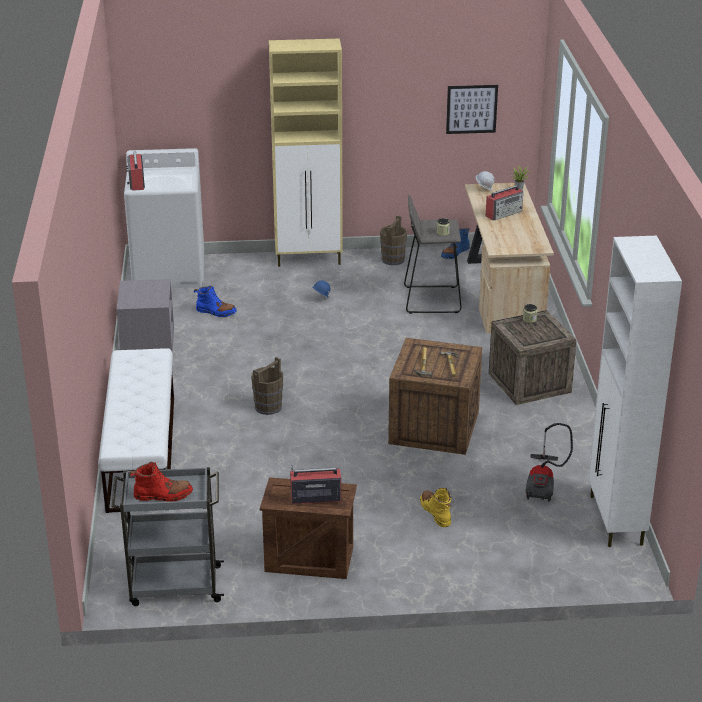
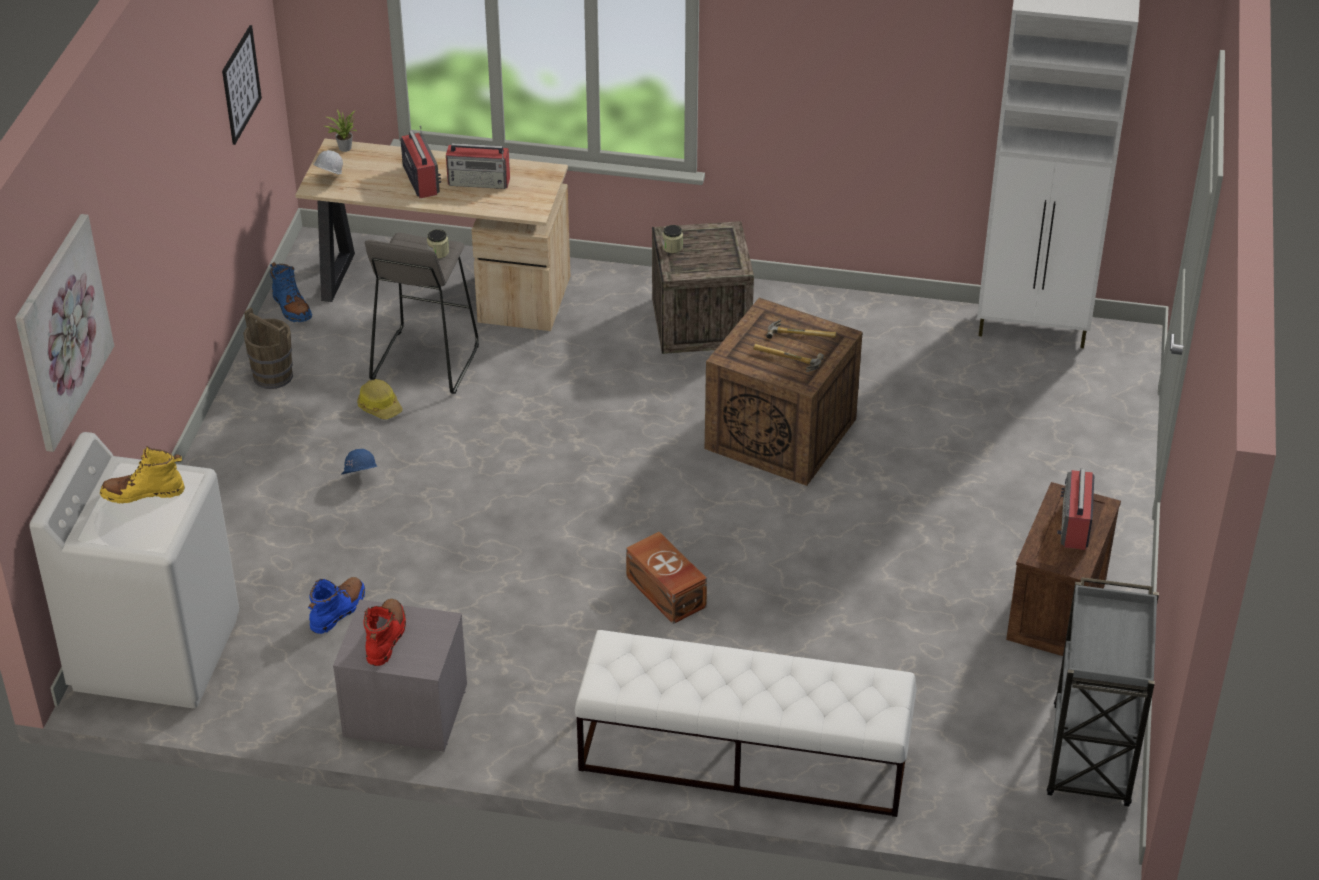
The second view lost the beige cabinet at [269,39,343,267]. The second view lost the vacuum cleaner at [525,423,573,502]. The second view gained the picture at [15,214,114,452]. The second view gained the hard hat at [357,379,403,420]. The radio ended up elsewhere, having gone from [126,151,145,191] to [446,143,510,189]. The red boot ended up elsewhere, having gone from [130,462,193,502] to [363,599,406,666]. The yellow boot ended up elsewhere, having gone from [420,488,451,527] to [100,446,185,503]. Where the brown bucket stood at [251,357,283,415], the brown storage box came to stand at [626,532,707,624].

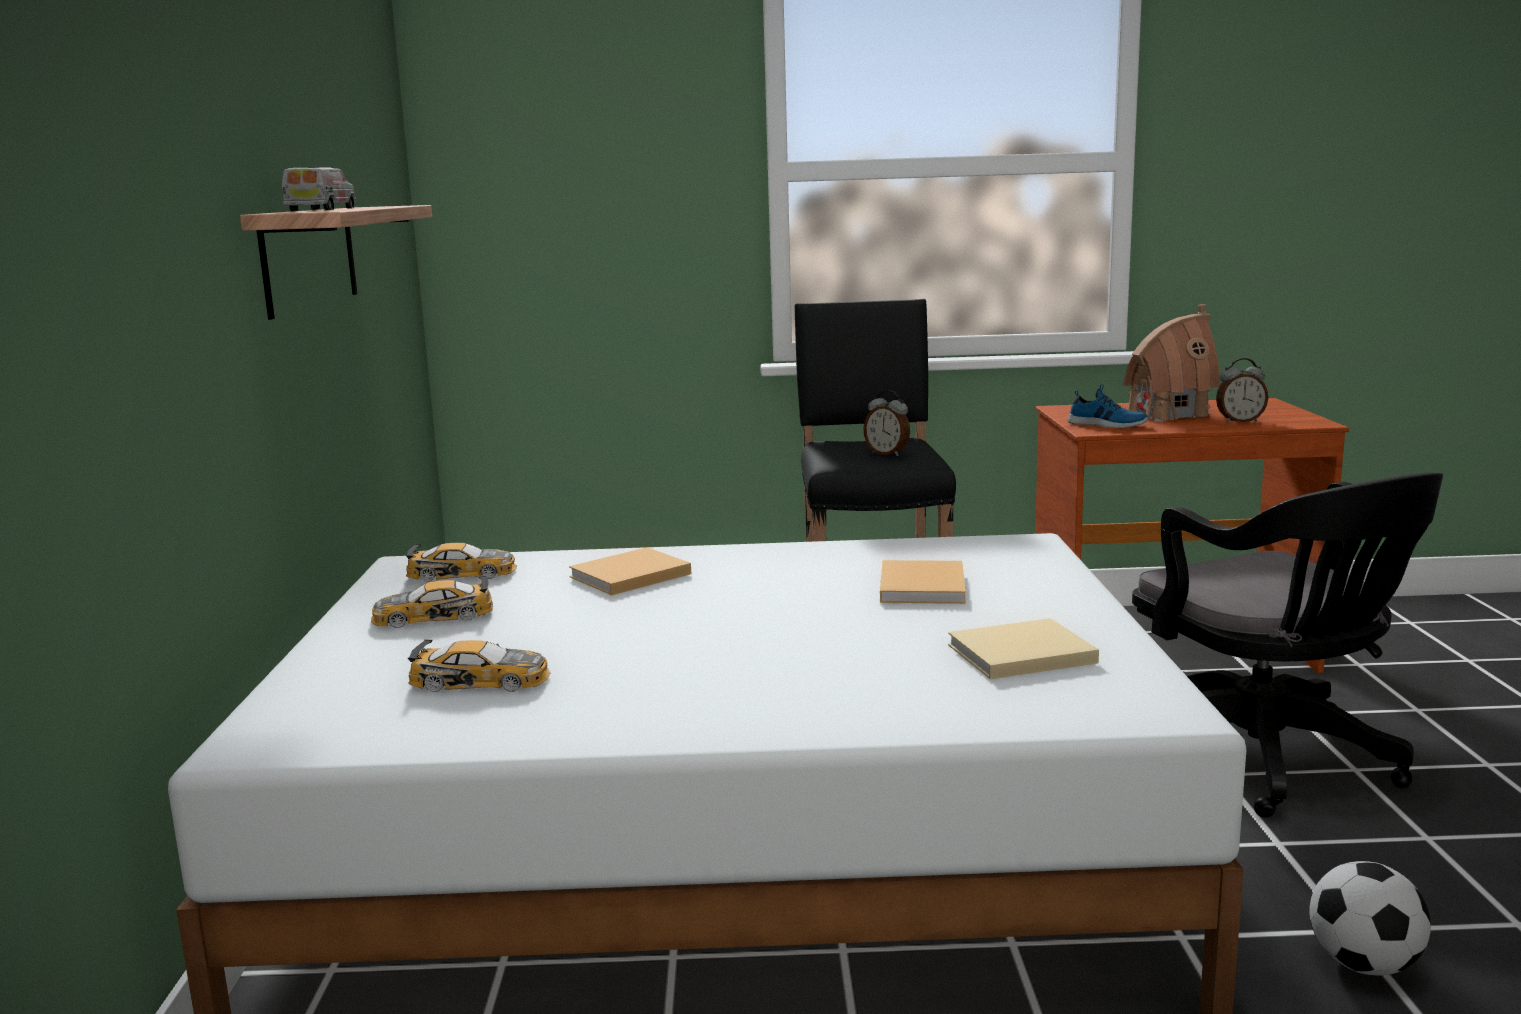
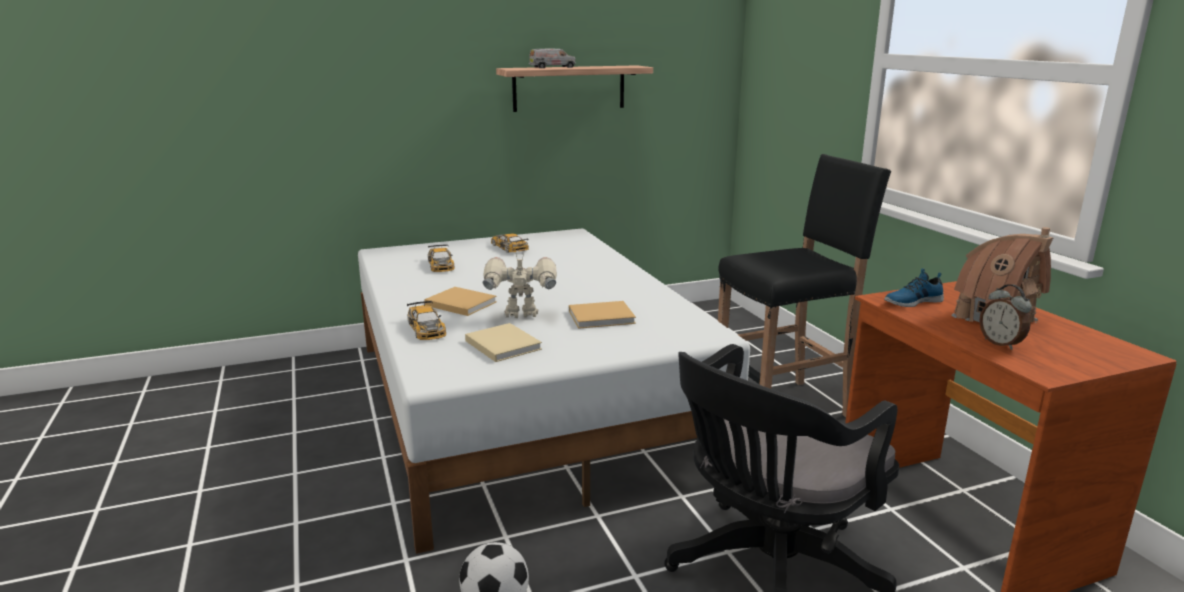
The second view lost the alarm clock at [863,390,910,457]. The second view gained the toy robot at [483,253,557,318]. The toy car ended up elsewhere, having gone from [406,543,517,582] to [407,301,446,340]. The beige book ended up elsewhere, having gone from [569,547,691,595] to [424,287,497,316]. The shoe at [1068,384,1148,428] ended up facing another way, 60 degrees clockwise from before.

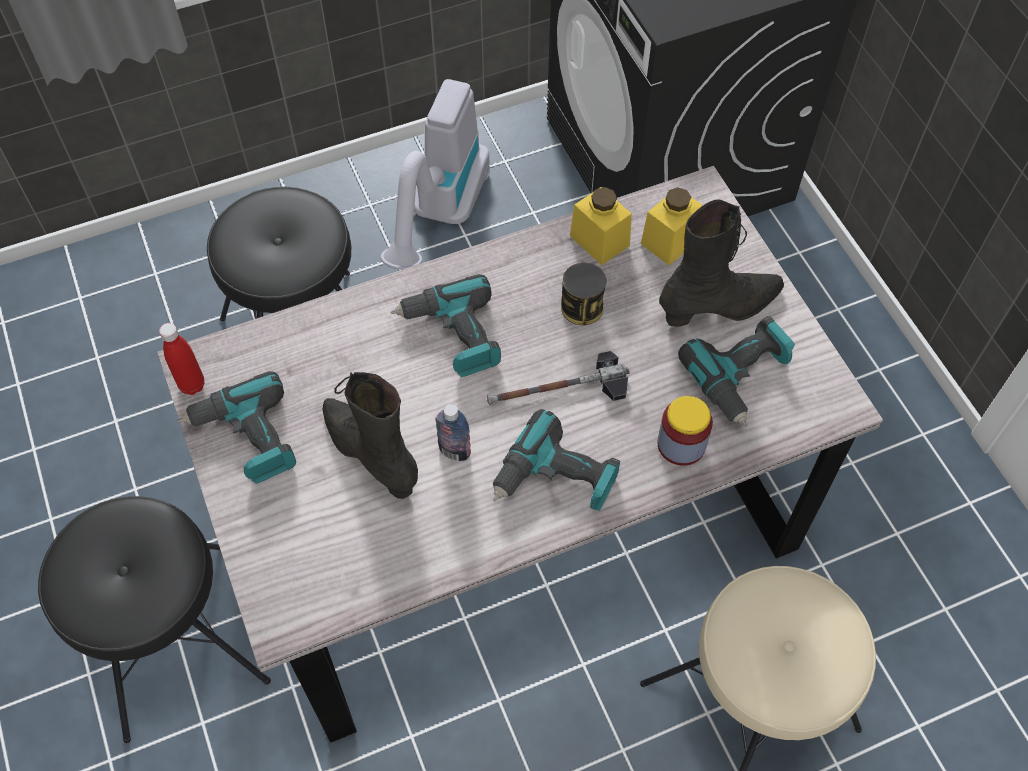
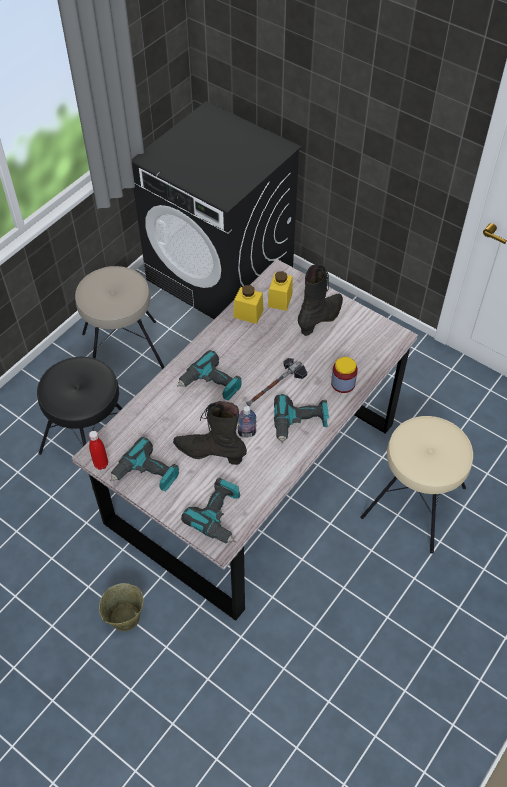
The second view lost the can at [561,263,606,325]. The power drill ended up elsewhere, having gone from [678,316,795,427] to [181,478,240,543]. Where the black stool stood at [38,496,271,743], the beige bucket came to stand at [99,583,144,631]. Where the vacuum cleaner stood at [380,79,490,270], the beige stool came to stand at [75,266,165,370].

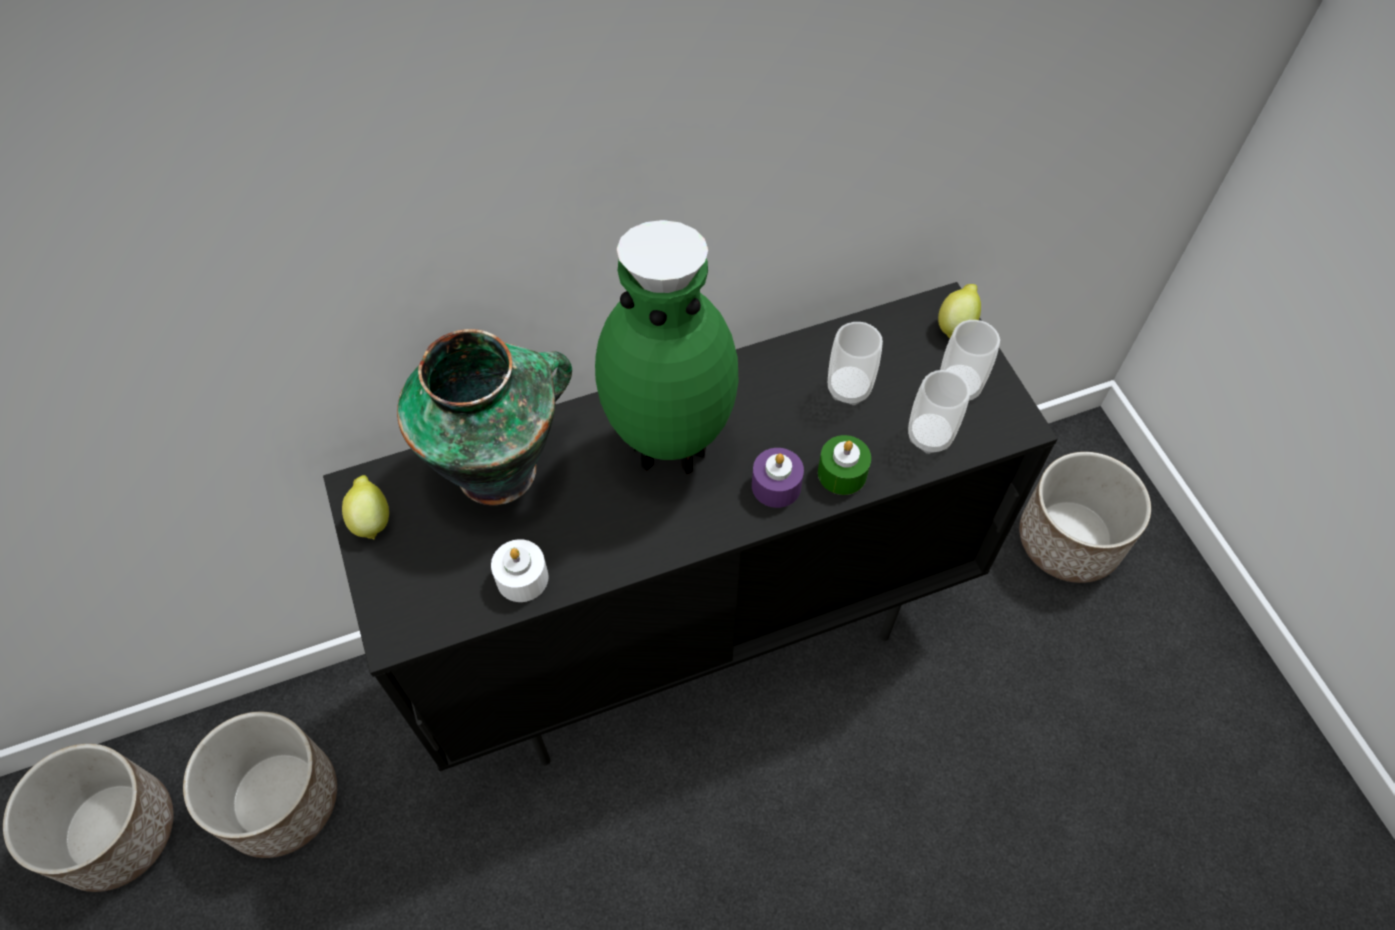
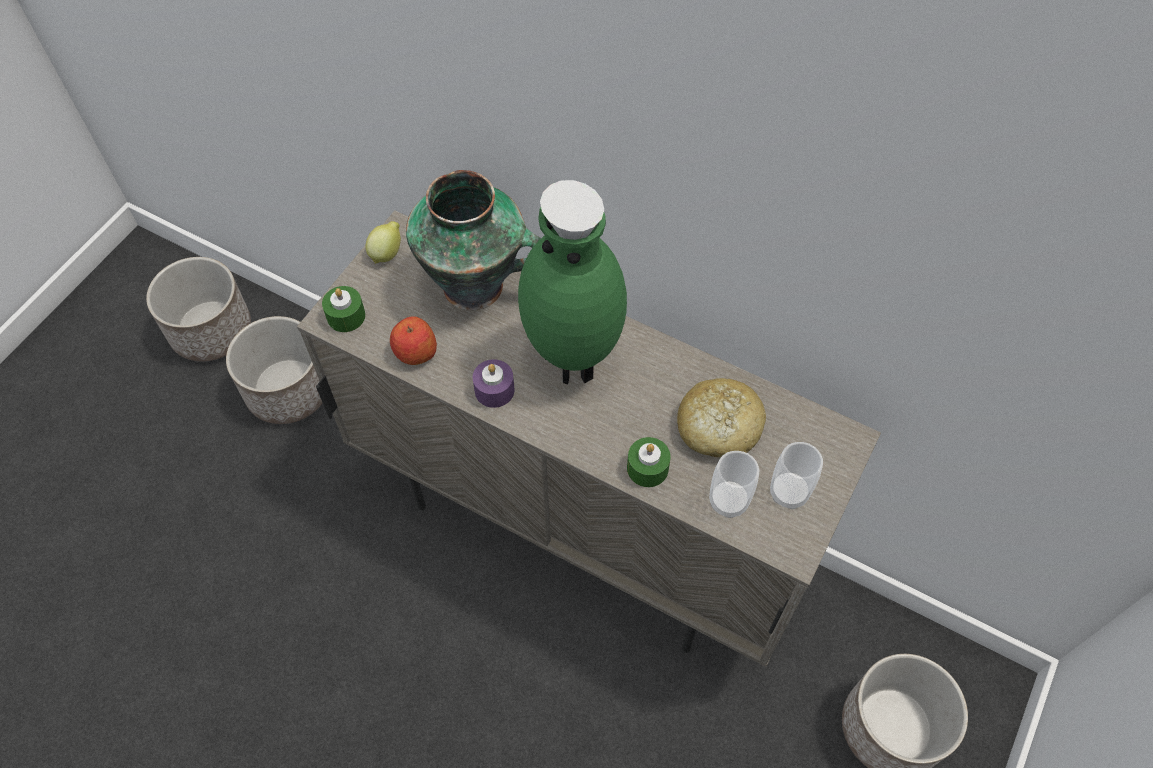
The second view lost the lemon at [938,284,981,338]. The second view gained the green candle at [322,286,366,332]. The purple candle ended up elsewhere, having gone from [752,448,804,508] to [473,359,515,408]. Where the white candle stood at [491,539,549,602], the apple came to stand at [390,316,437,365]. Where the cup stood at [828,322,883,405], the bread came to stand at [677,378,766,457]. What was the black cabinet at [323,282,1058,771] turned into the beige cabinet at [297,210,881,667].

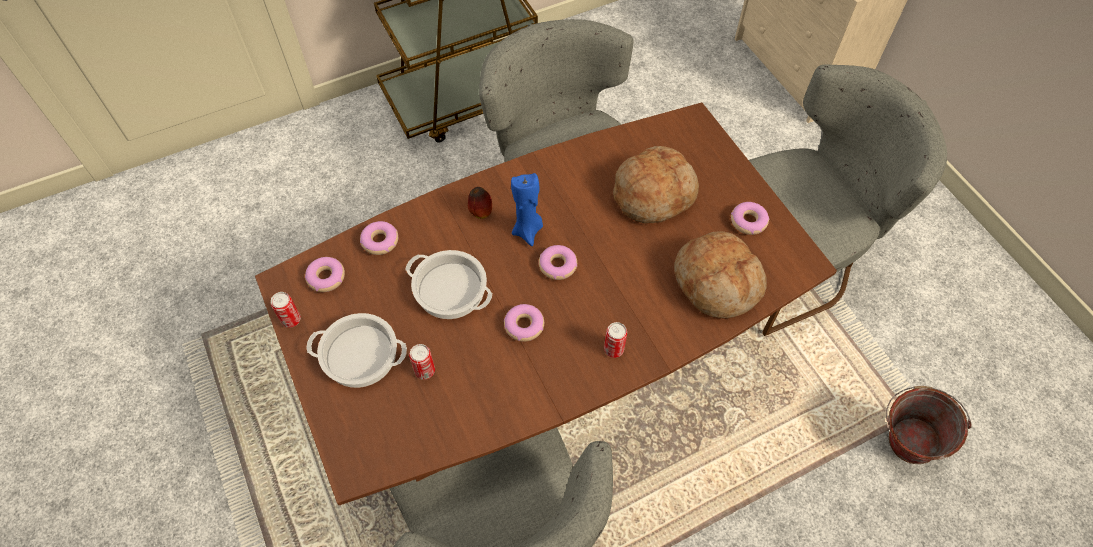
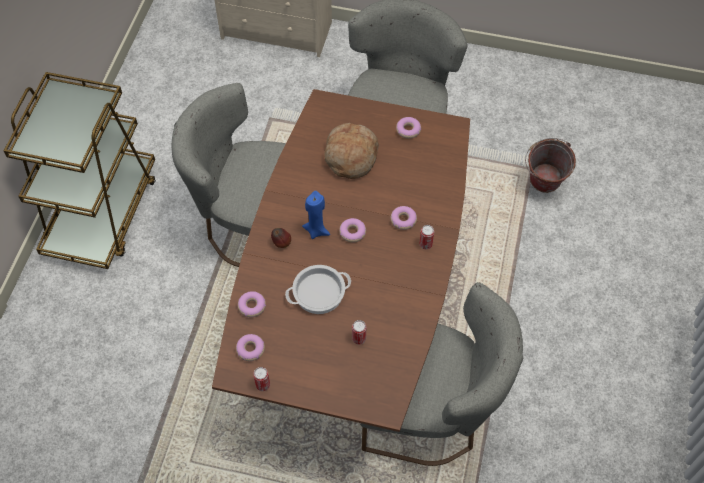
The second view lost the cooking pot at [306,313,407,388]. The second view lost the bread at [674,231,767,319]. The donut ended up elsewhere, having gone from [504,304,544,342] to [390,206,417,230].

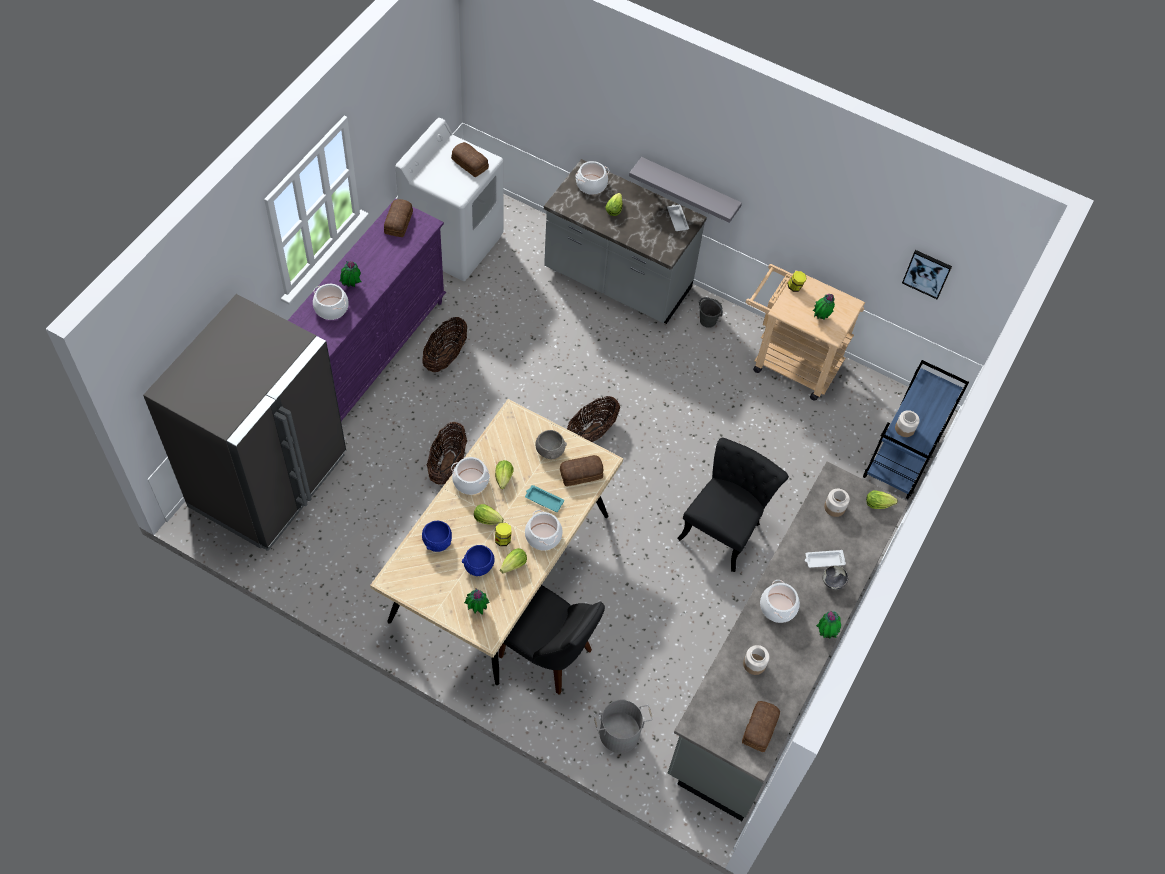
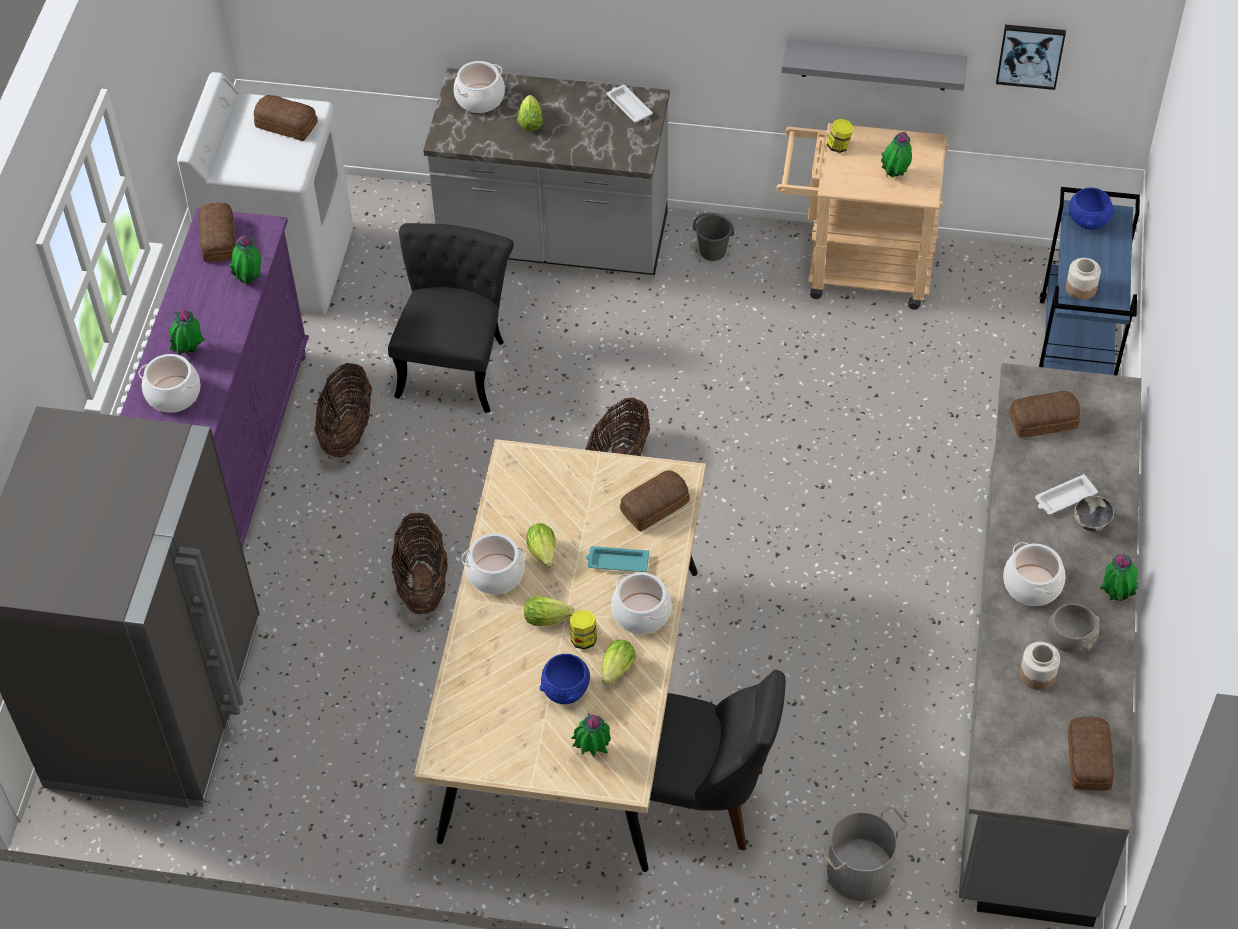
The second view lost the lettuce at [866,490,898,509]. The second view gained the potted plant at [229,235,261,285]. The blue bowl ended up elsewhere, having gone from [422,521,452,552] to [1069,188,1115,230]. The grey bowl ended up elsewhere, having gone from [535,430,567,459] to [1047,604,1100,653]. The grey shelf ended up elsewhere, having gone from [629,157,742,223] to [781,39,967,91]. The black chair ended up elsewhere, having gone from [677,438,789,572] to [388,223,514,413]. Where the jar stood at [824,489,850,517], the bread came to stand at [1009,391,1080,438].

